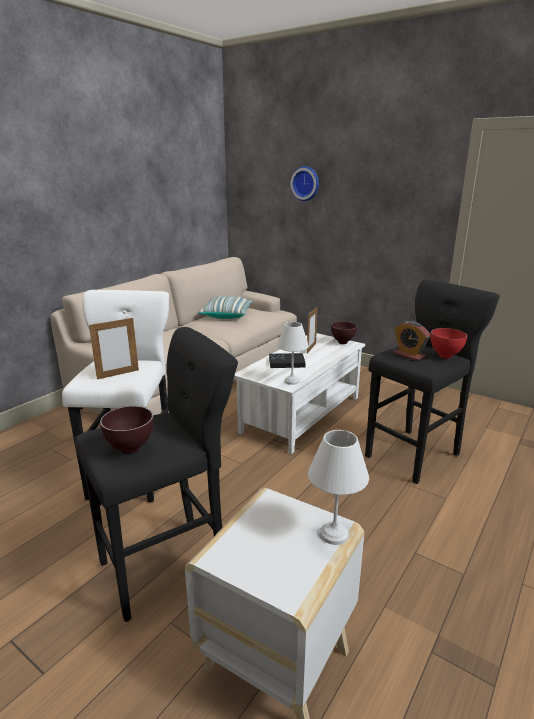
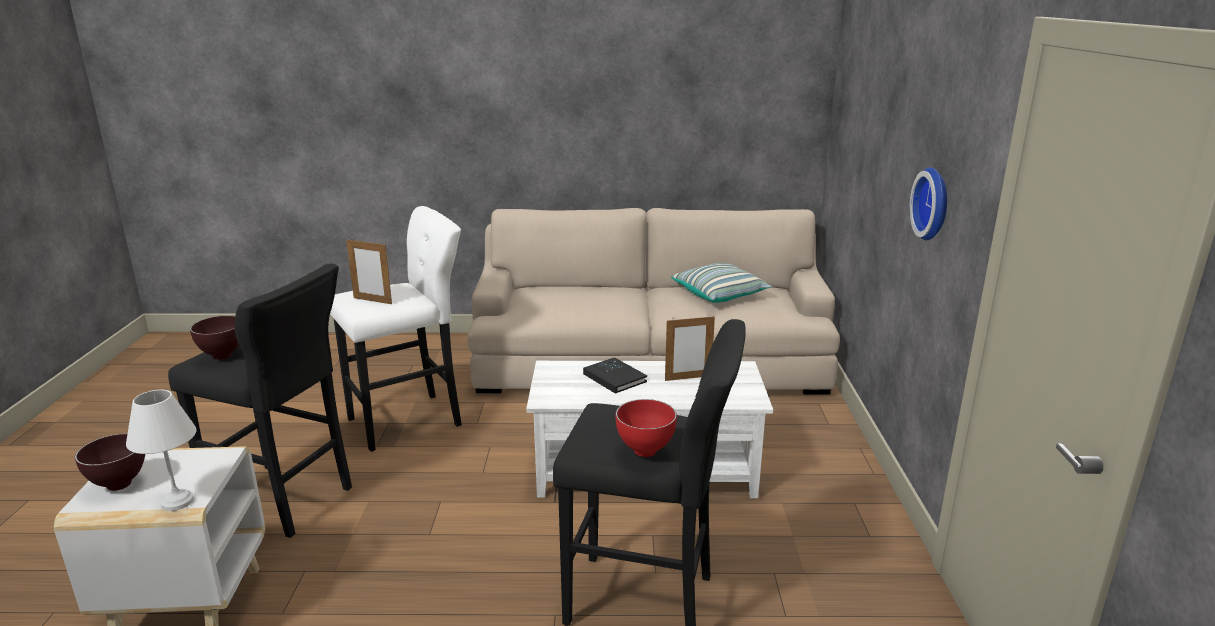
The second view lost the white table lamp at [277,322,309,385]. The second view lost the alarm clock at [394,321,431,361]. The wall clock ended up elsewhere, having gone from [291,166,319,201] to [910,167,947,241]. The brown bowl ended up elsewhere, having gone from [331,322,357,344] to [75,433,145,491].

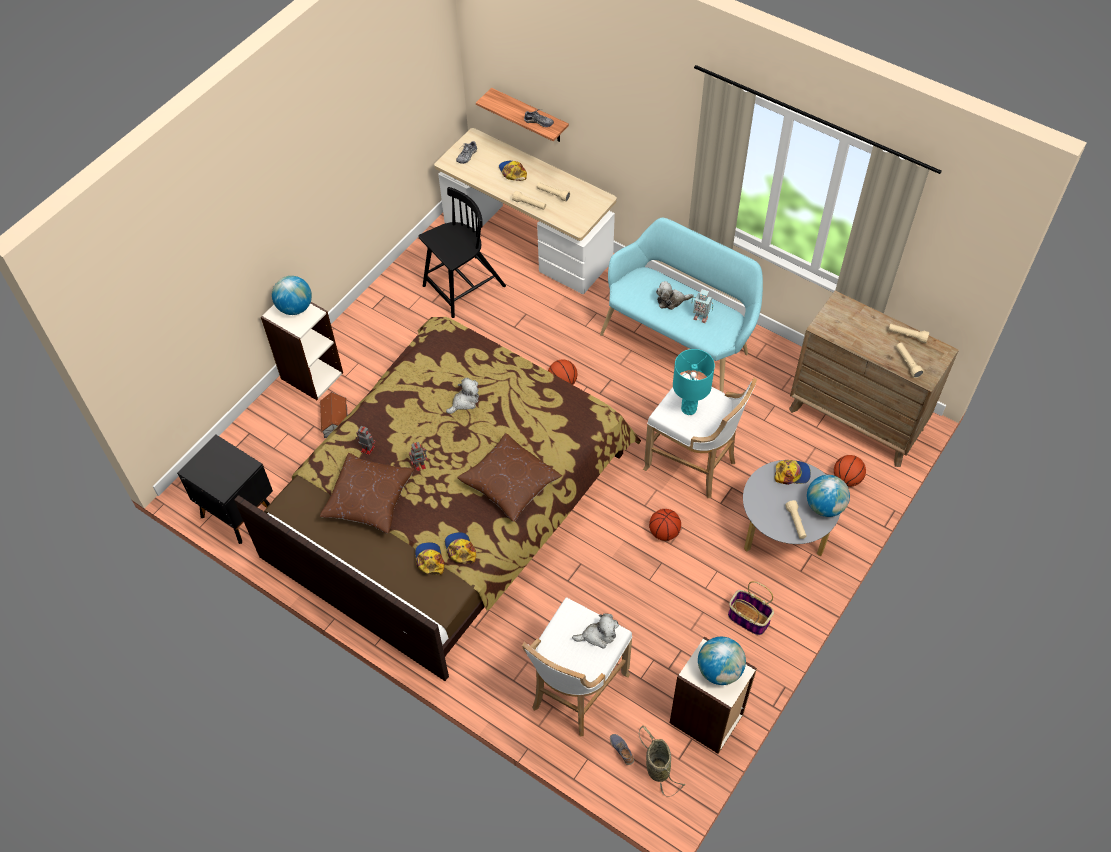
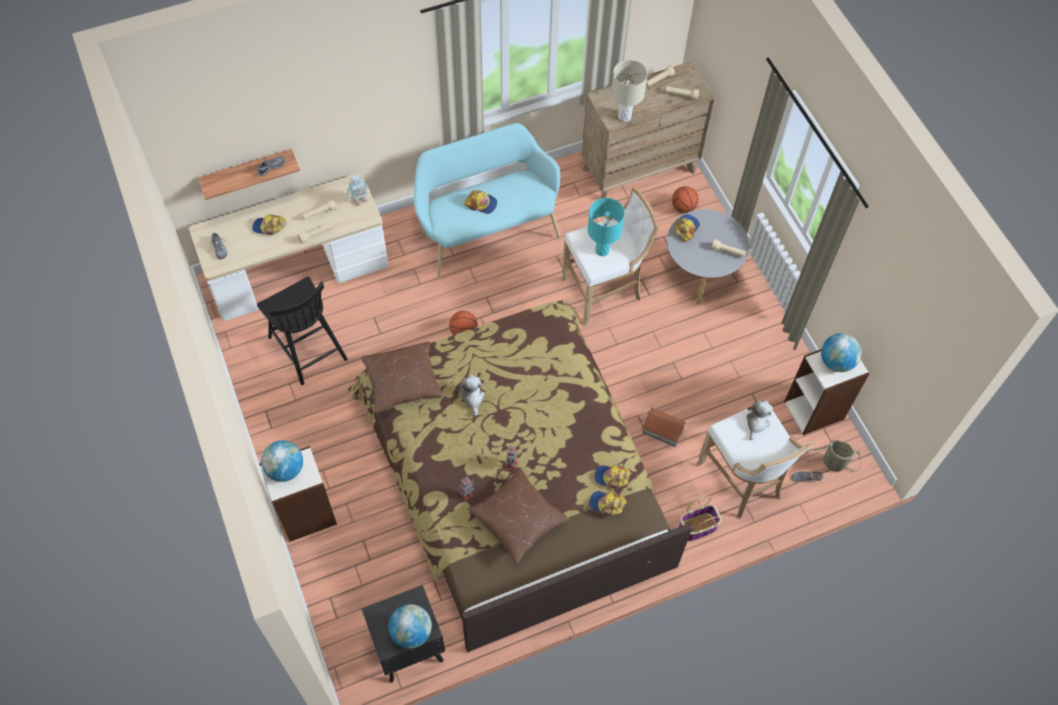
The second view lost the basketball at [649,509,681,541]. The second view gained the beige table lamp at [611,60,648,122]. The toy house ended up elsewhere, having gone from [320,392,347,438] to [642,408,686,447]. The brown pillow ended up elsewhere, having gone from [457,433,562,522] to [361,341,444,413]. The toy robot ended up elsewhere, having gone from [692,289,713,323] to [347,175,367,206]. The basket ended up elsewhere, having gone from [728,581,774,635] to [678,496,722,541]. The globe ended up elsewhere, having gone from [807,475,850,517] to [388,604,432,649]. Where the plush toy stood at [656,281,694,310], the cap came to stand at [464,190,497,214]. The black chair at [418,187,506,318] ended up facing another way, 150 degrees clockwise from before.

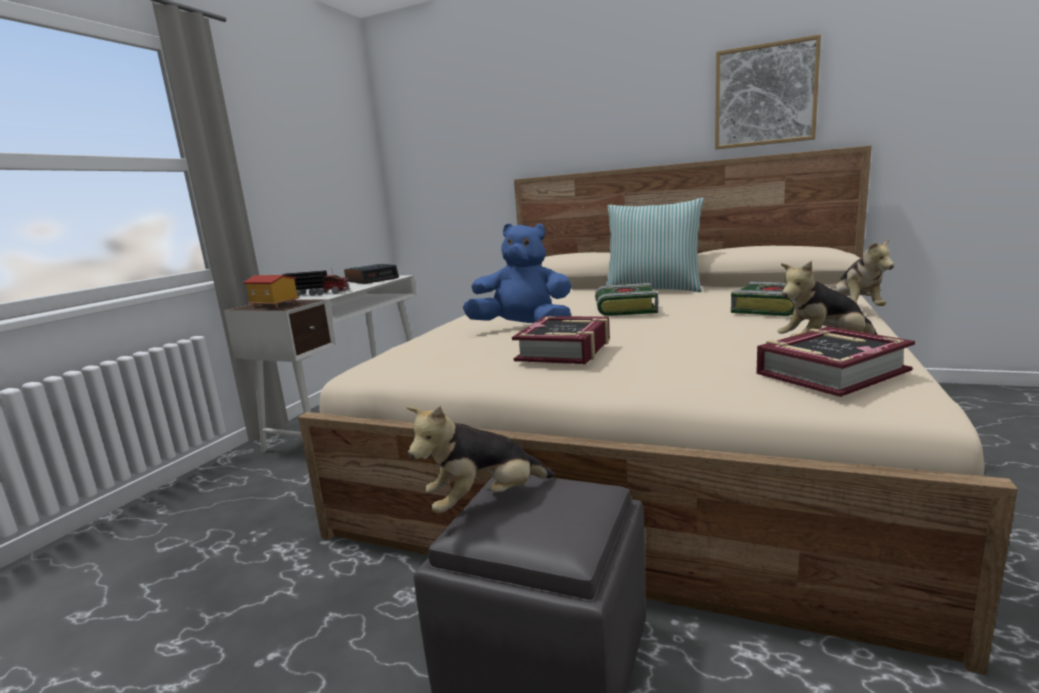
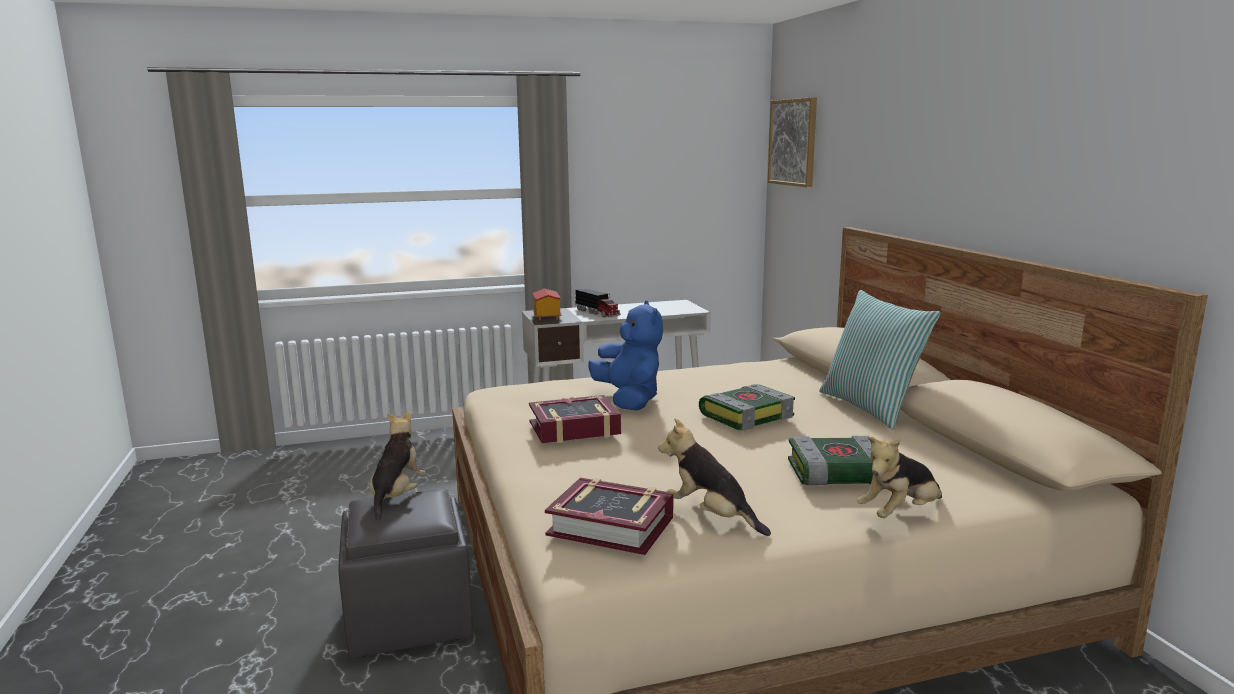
The second view lost the alarm clock at [344,264,399,284]. The picture ended up elsewhere, having gone from [715,34,821,149] to [768,97,817,187]. The plush toy at [407,406,554,514] ended up facing another way, 75 degrees clockwise from before.

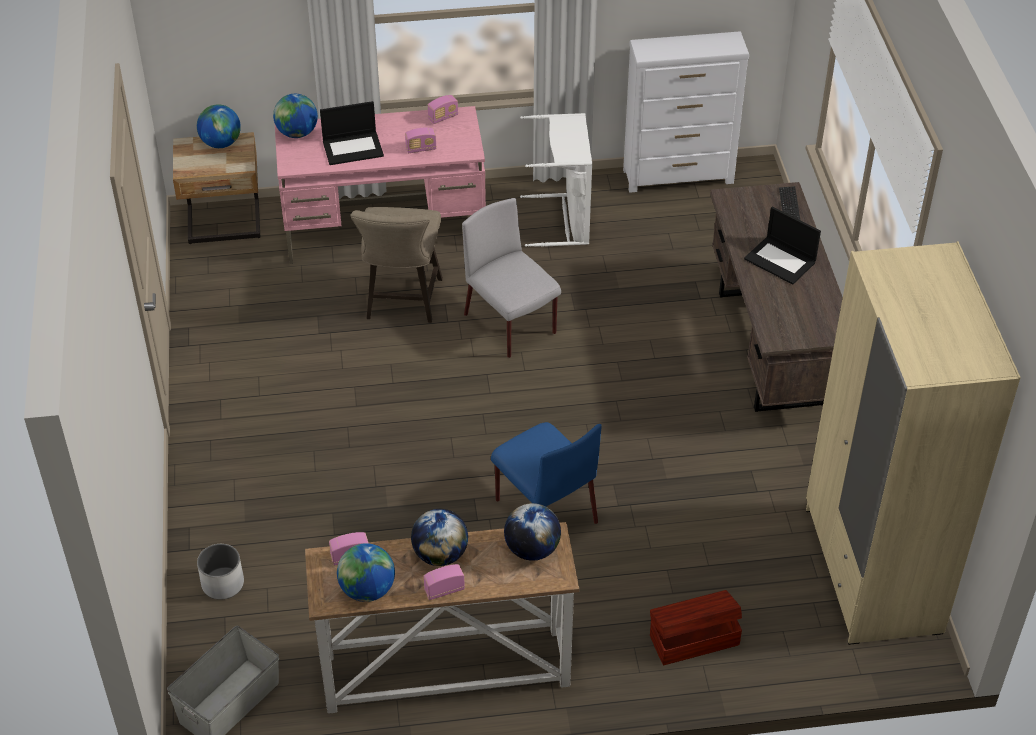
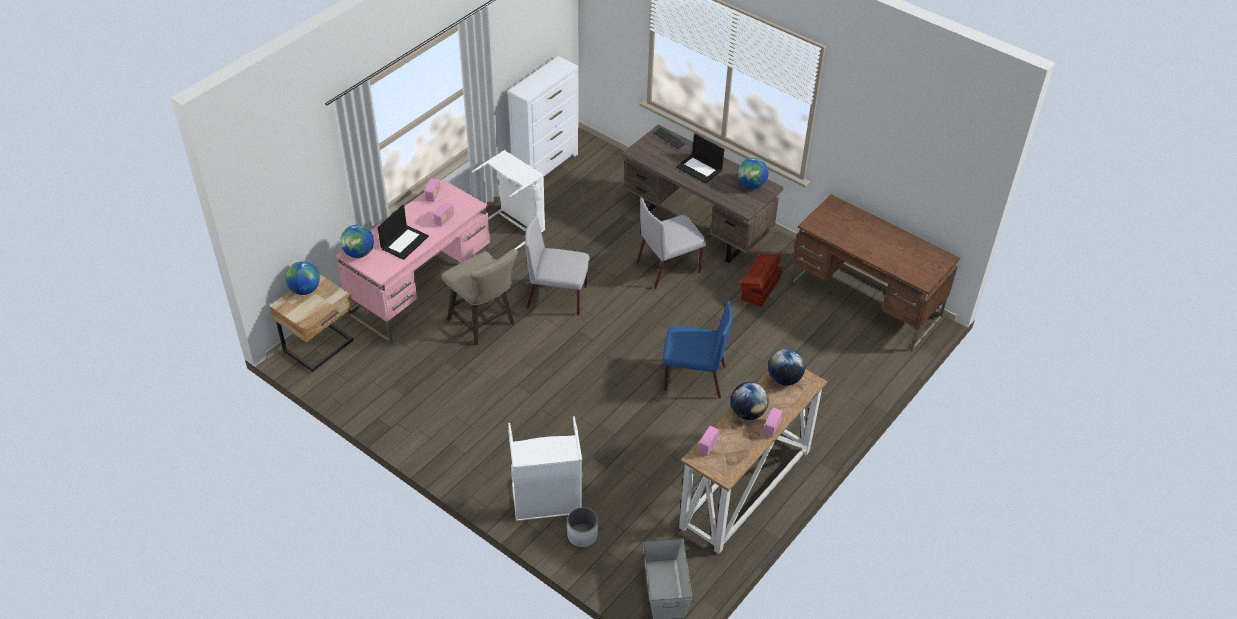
The second view gained the white laundry basket at [508,416,582,521]. The second view gained the grey chair at [636,197,706,289]. The globe ended up elsewhere, having gone from [337,543,395,602] to [737,158,769,189]. The brown storage box ended up elsewhere, having gone from [650,590,742,666] to [740,254,782,307]. Where the beige wardrobe stood at [806,241,1021,645], the brown desk came to stand at [789,194,960,352]. The laptop at [744,206,821,285] ended up facing another way, 45 degrees clockwise from before.

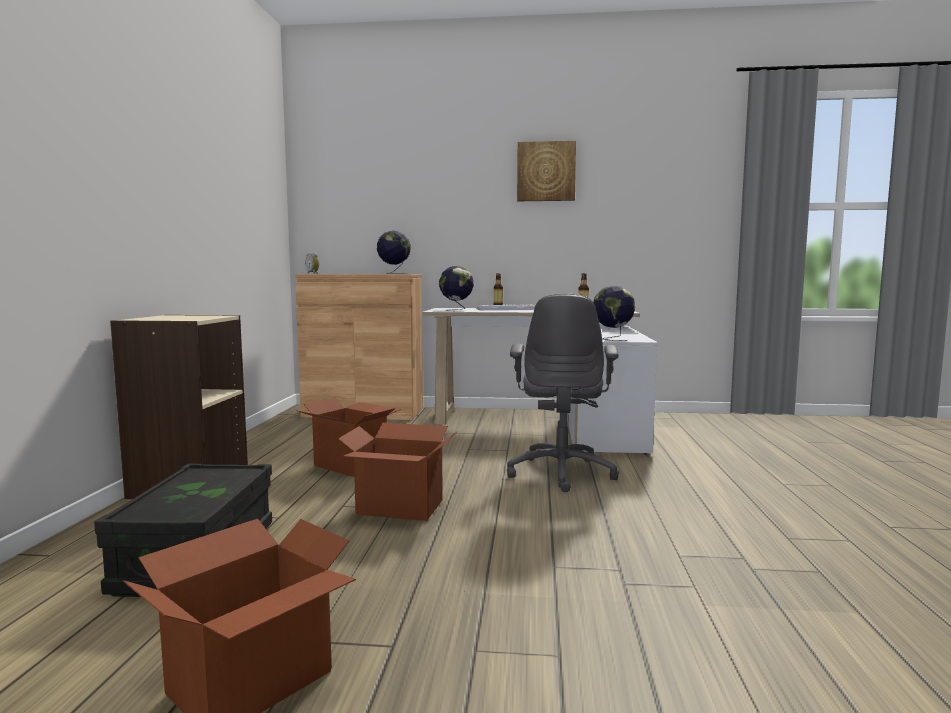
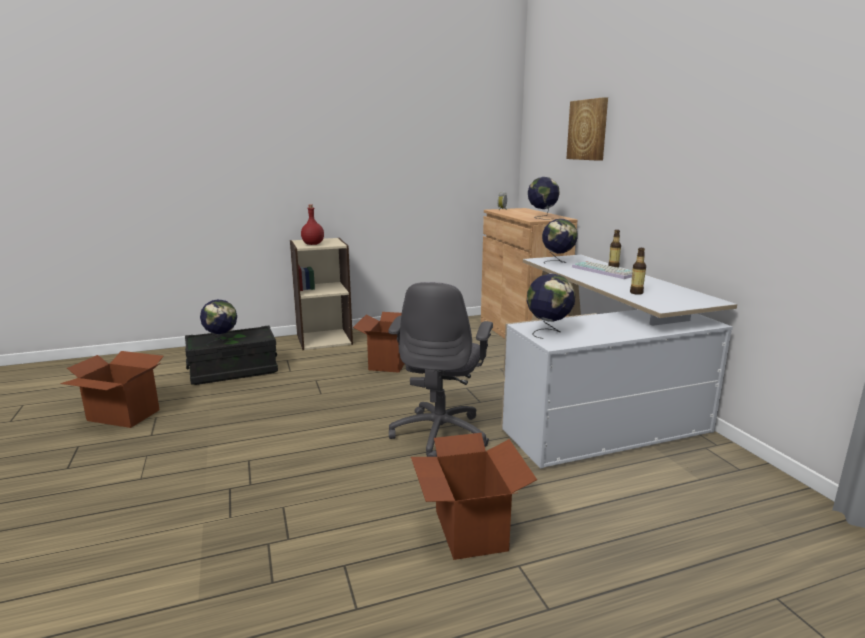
The second view gained the globe at [200,299,237,346]. The second view gained the red bottle at [301,204,324,245]. The cardboard box ended up elsewhere, having gone from [338,423,457,521] to [411,433,537,560]. The picture ended up elsewhere, having gone from [517,141,576,201] to [566,97,608,161]. The grey office chair at [507,294,619,492] ended up facing another way, 60 degrees counterclockwise from before.

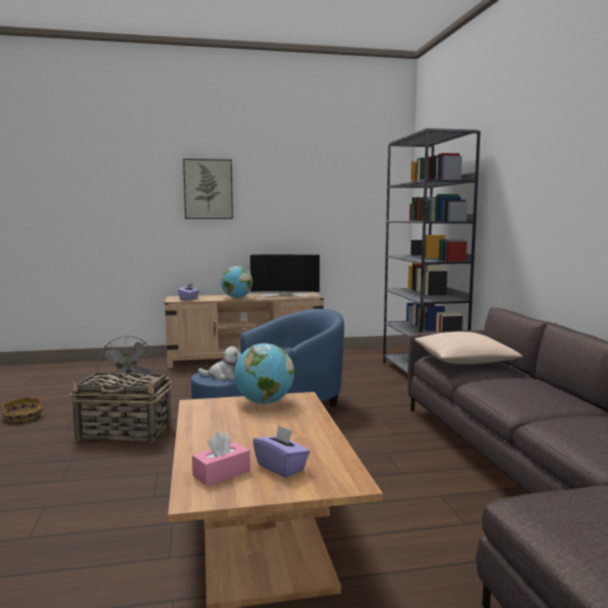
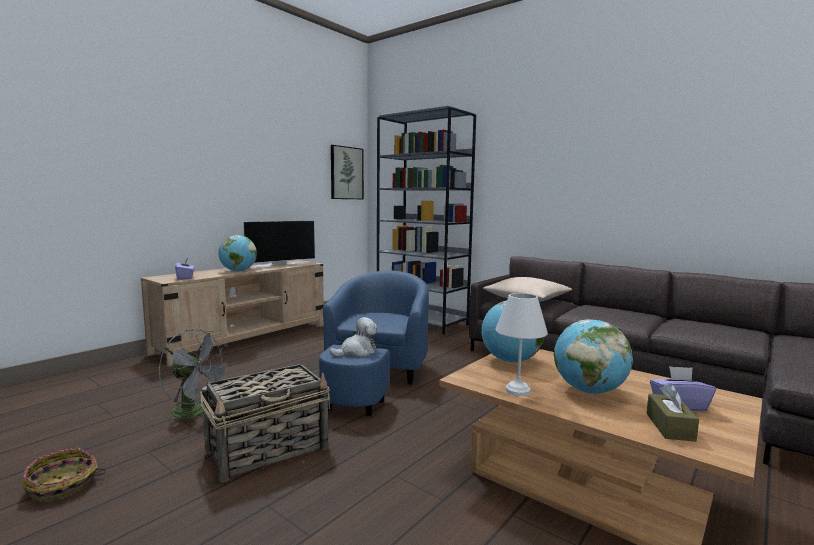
The second view gained the white table lamp at [495,293,548,396]. The second view gained the globe at [554,319,633,394]. The picture ended up elsewhere, having gone from [183,159,233,219] to [331,145,364,199]. What was the pink tissue box at [192,431,250,486] turned into the brown tissue box at [647,384,699,442].

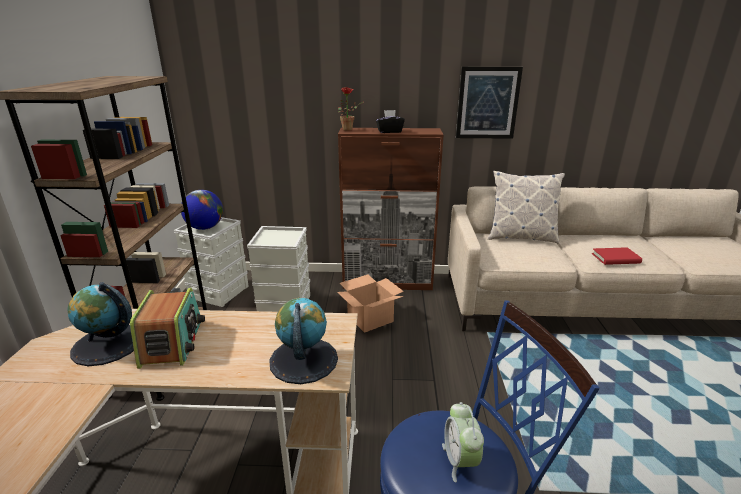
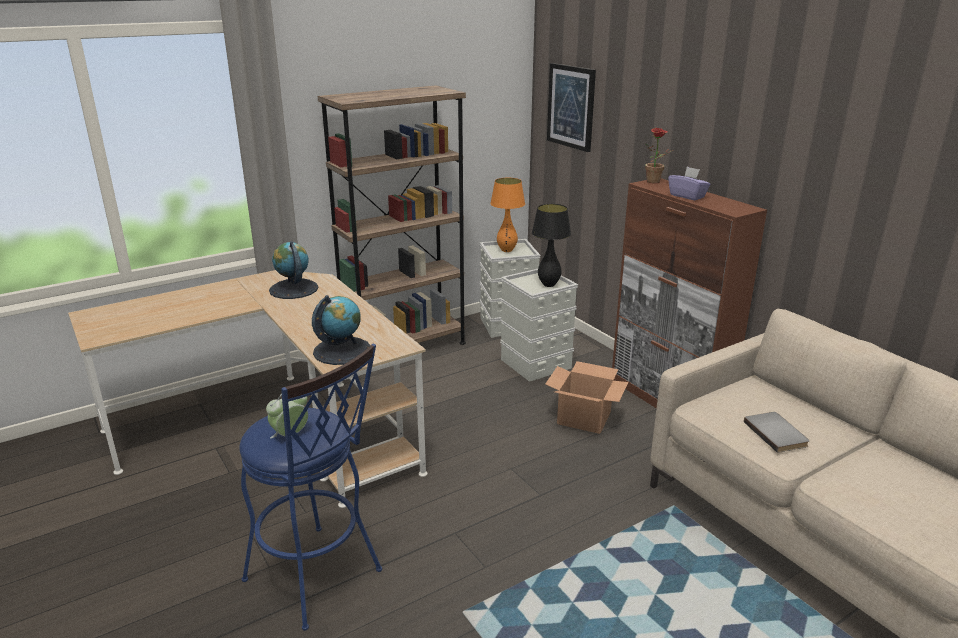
The second view lost the radio at [130,288,205,369]. The second view lost the pillow at [488,171,565,244]. The second view lost the red book at [592,247,642,265]. The second view gained the black table lamp at [532,204,571,287]. The second view gained the grey book at [744,412,810,453]. The picture ended up elsewhere, having gone from [456,66,523,139] to [547,63,596,152]. Where the globe stood at [181,190,223,230], the orange table lamp came to stand at [490,178,525,252]. What was the black tissue box at [376,110,405,133] turned into the purple tissue box at [668,167,710,200].

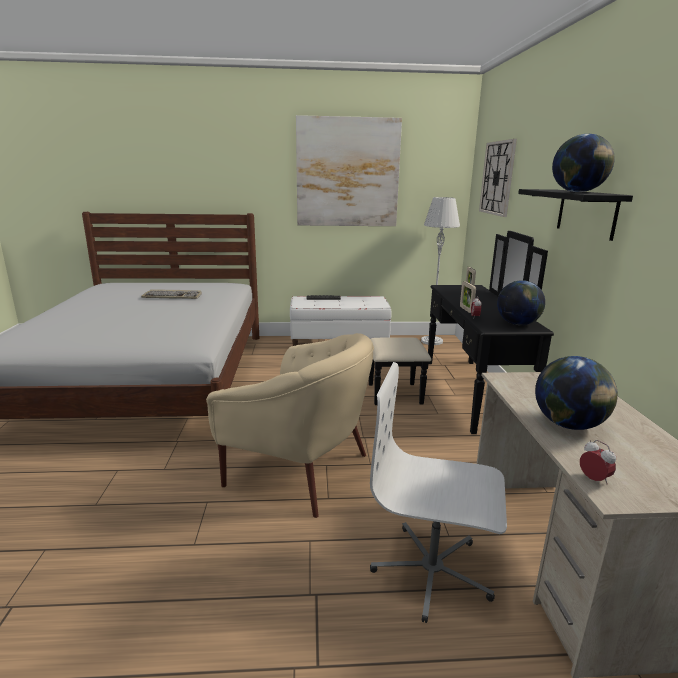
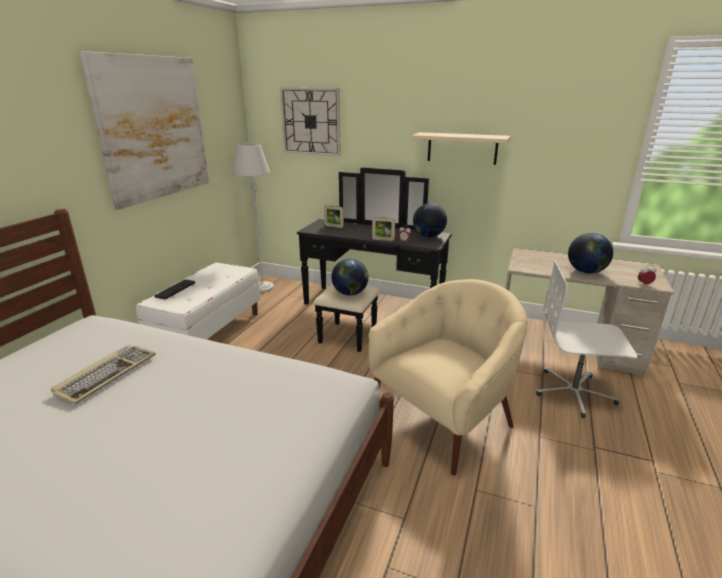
The globe ended up elsewhere, having gone from [552,134,615,192] to [331,259,368,296]. What was the black shelf at [518,189,633,241] turned into the beige shelf at [411,132,511,165]. The white office chair at [370,362,507,623] ended up facing another way, 60 degrees clockwise from before.

